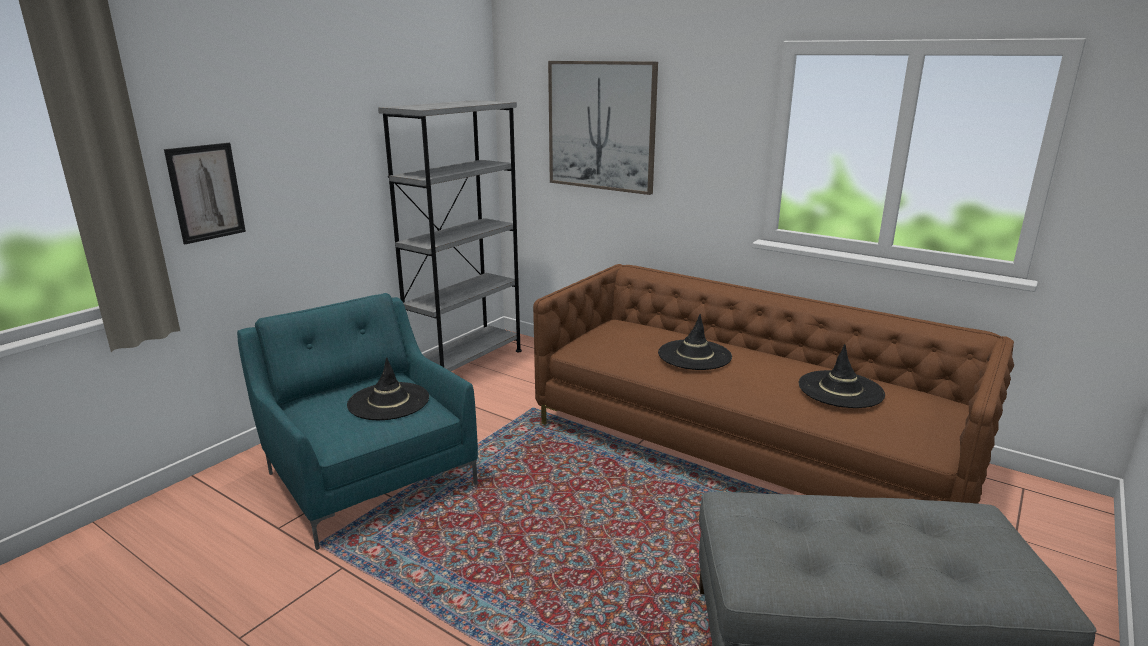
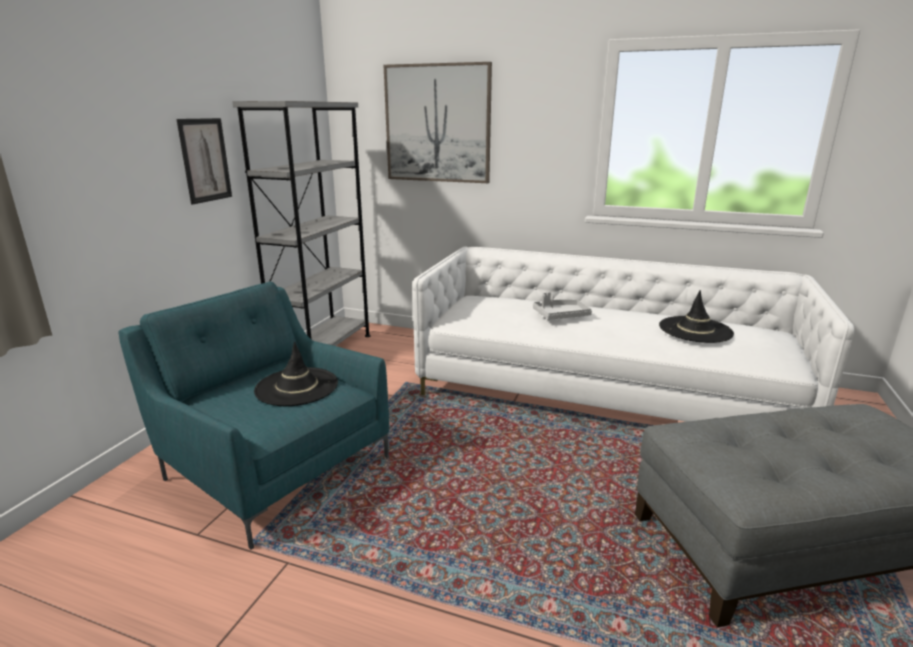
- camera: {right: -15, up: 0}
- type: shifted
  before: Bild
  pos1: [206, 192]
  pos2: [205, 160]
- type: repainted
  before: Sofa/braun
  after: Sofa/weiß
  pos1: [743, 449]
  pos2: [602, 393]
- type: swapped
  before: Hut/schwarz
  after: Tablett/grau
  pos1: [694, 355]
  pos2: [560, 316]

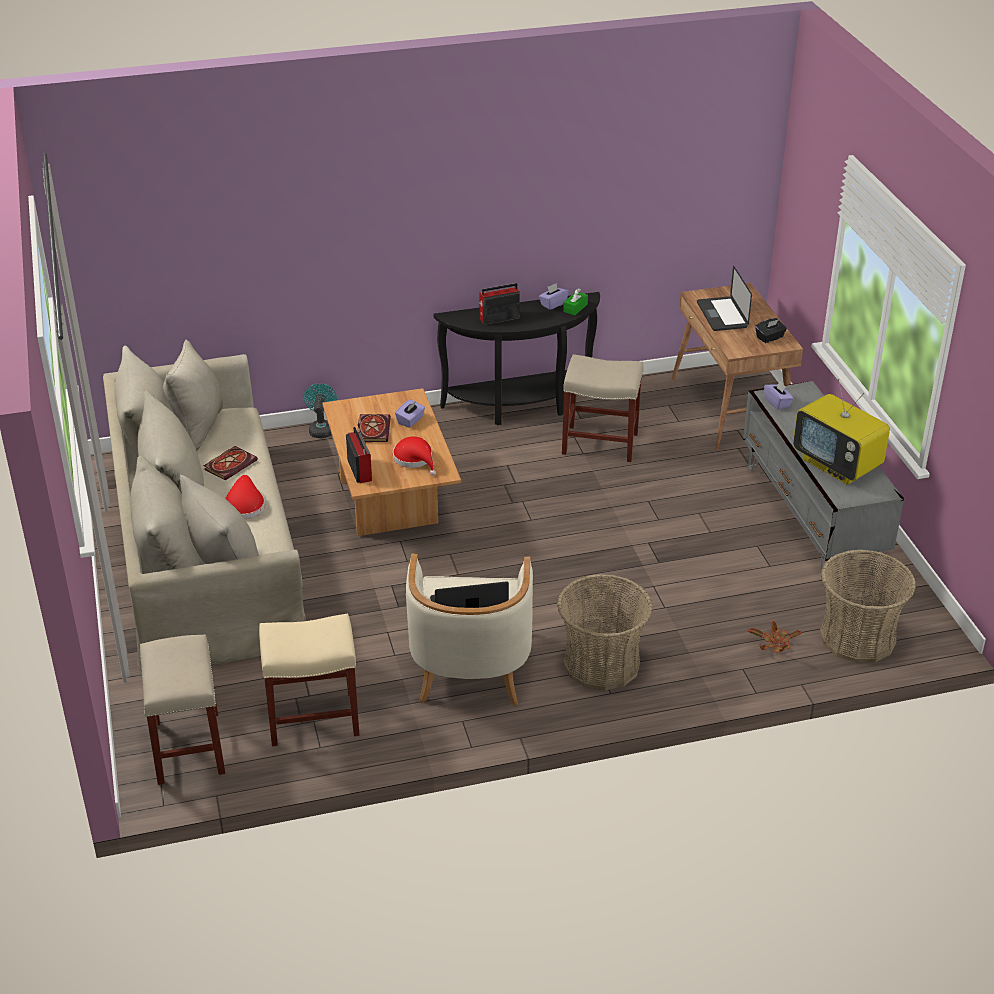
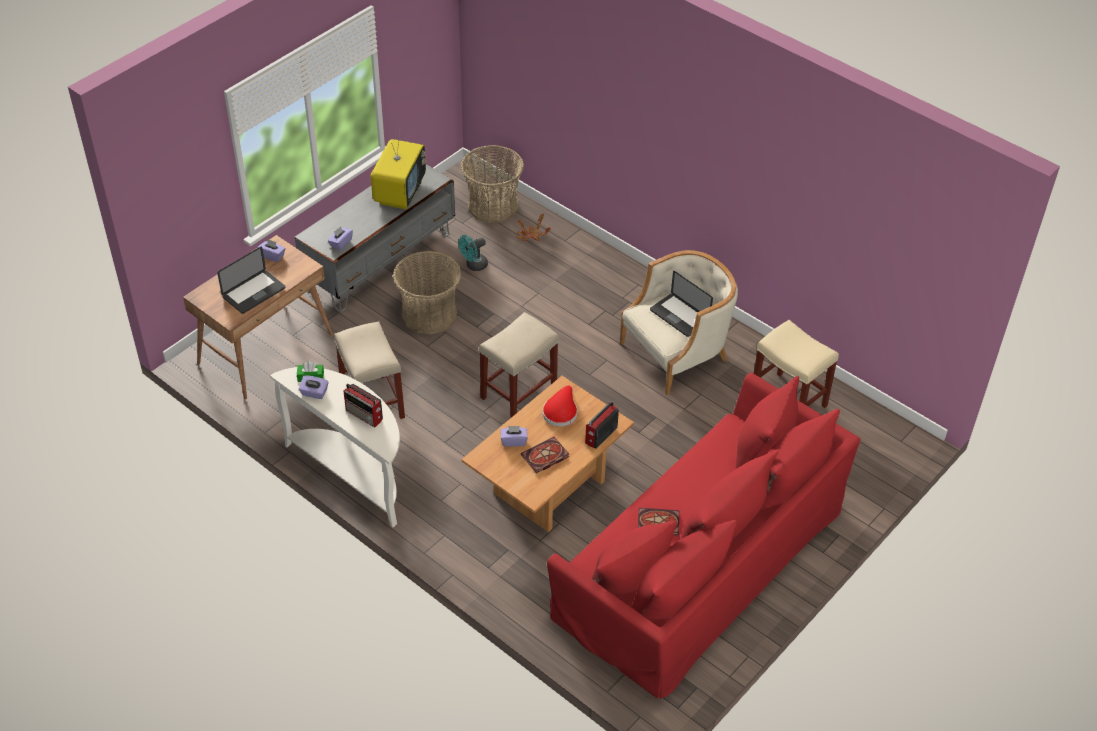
- camera: {right: -125, up: 10}
- type: repainted
  before: Konsolentisch/schwarz
  after: Konsolentisch/weiß
  pos1: [522, 406]
  pos2: [353, 474]
- type: repainted
  before: Taschentuchbox/schwarz
  after: Taschentuchbox/lila
  pos1: [770, 338]
  pos2: [272, 256]
- type: repainted
  before: Sofa/beige
  after: Sofa/rot
  pos1: [207, 550]
  pos2: [699, 560]
- type: shifted
  before: Ventilator/türkis
  pos1: [321, 429]
  pos2: [474, 266]
- type: gone
  before: Hut/rot
  pos1: [244, 505]
- type: shifted
  before: Korb
  pos1: [601, 664]
  pos2: [429, 314]
- type: shifted
  before: Hocker/beige
  pos1: [189, 749]
  pos2: [519, 392]

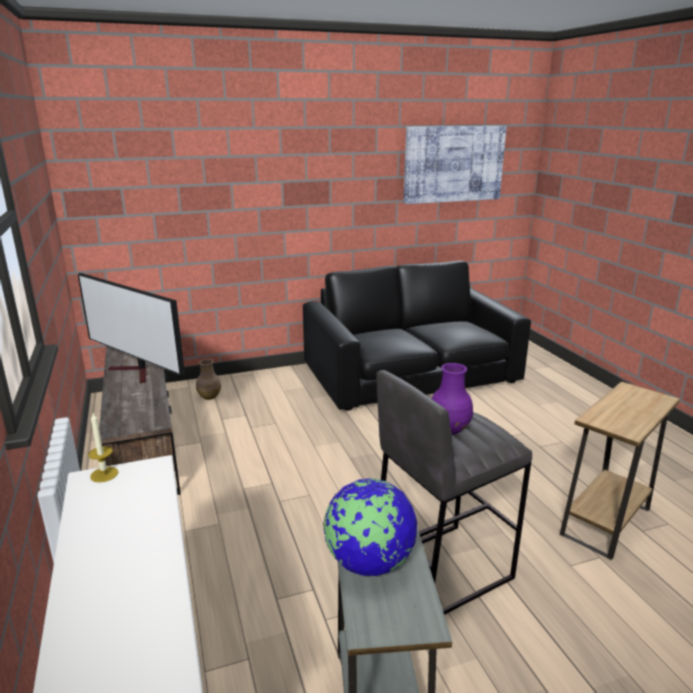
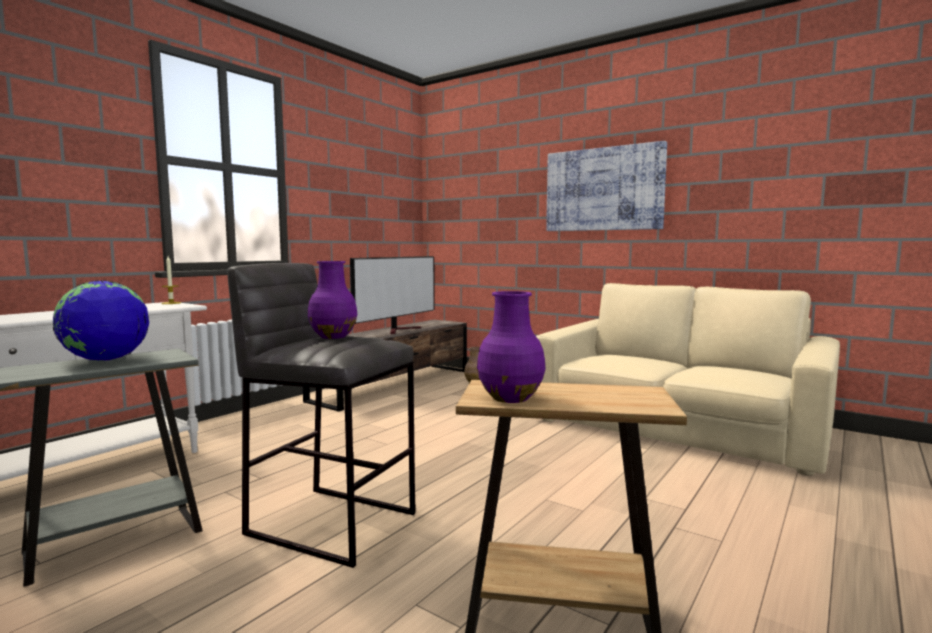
- camera: {right: 55, up: -15}
- type: shifted
  before: Bild
  pos1: [453, 164]
  pos2: [604, 189]
- type: repainted
  before: Sofa/schwarz
  after: Sofa/beige
  pos1: [411, 374]
  pos2: [678, 425]
- type: rotated
  before: Fernseher
  pos1: [136, 372]
  pos2: [400, 330]
  turn: -150
- type: new
  after: Vase/lila
  pos2: [510, 397]

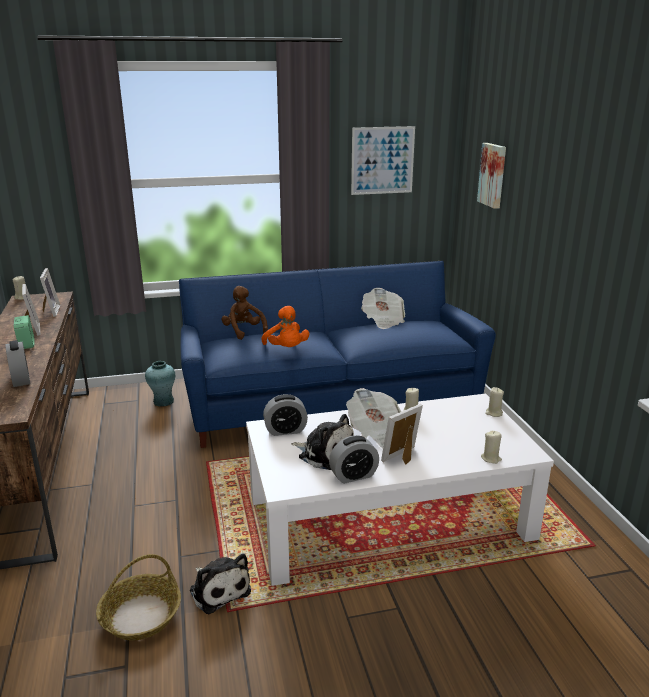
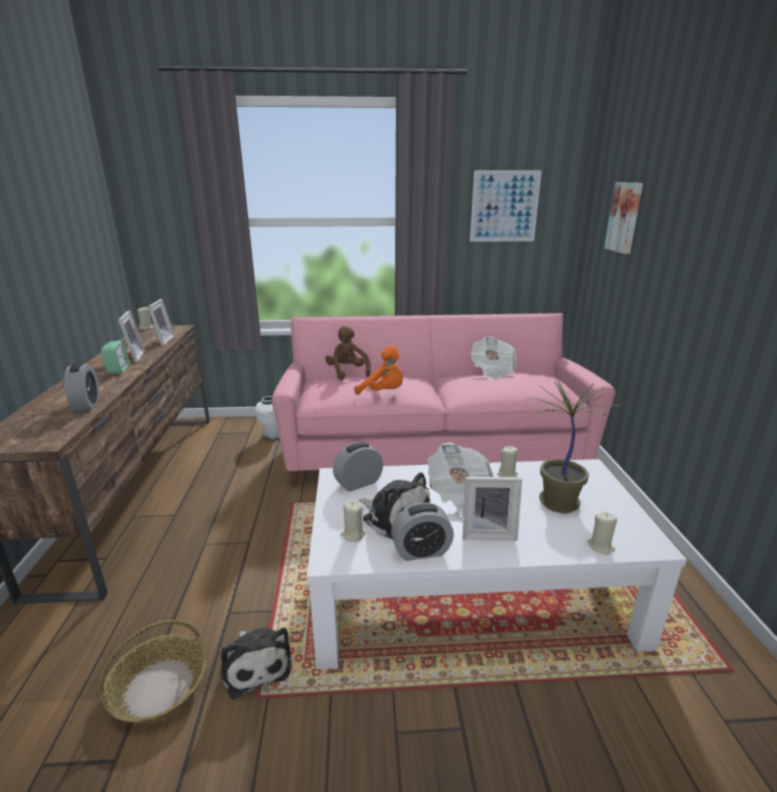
- camera: {right: 10, up: 0}
- type: repainted
  before: Sofa/blau
  after: Sofa/rosa
  pos1: [330, 401]
  pos2: [432, 449]
- type: rotated
  before: Plüschtier/orange
  pos1: [286, 349]
  pos2: [383, 393]
  turn: -45
- type: repainted
  before: Vase/türkis
  after: Vase/weiß
  pos1: [163, 402]
  pos2: [272, 436]
- type: shifted
  before: Kerze/beige
  pos1: [494, 413]
  pos2: [353, 534]
- type: rotated
  before: Wecker
  pos1: [285, 430]
  pos2: [358, 483]
  turn: 150
- type: rotated
  before: Bilderrahmen
  pos1: [403, 457]
  pos2: [488, 533]
  turn: -150
- type: new
  after: Topfpflanze
  pos2: [557, 503]

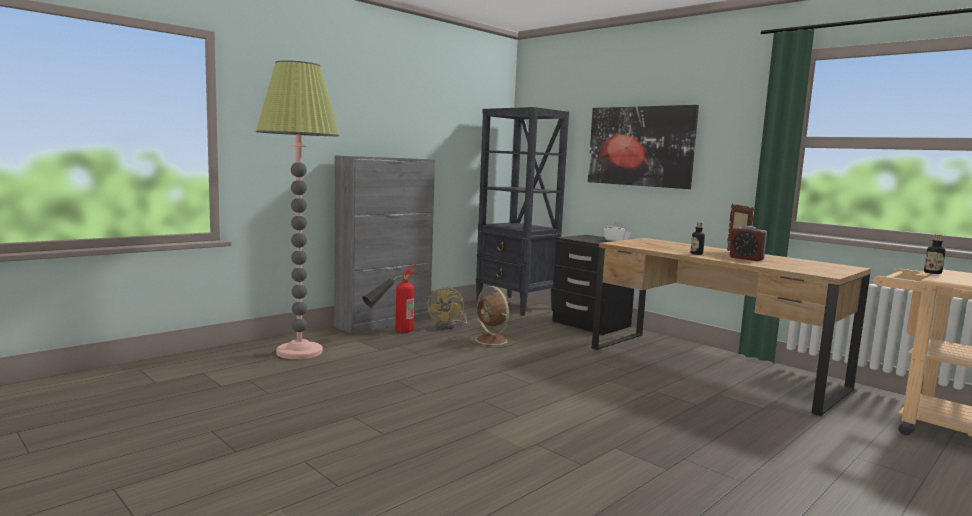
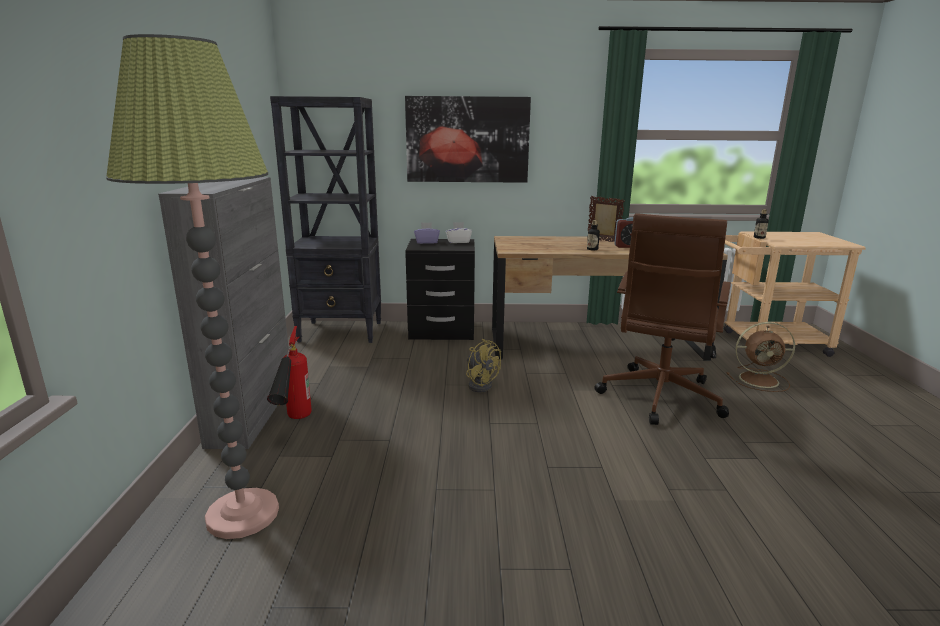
- camera: {right: -45, up: 10}
- type: shifted
  before: Ventilator/gelb
  pos1: [449, 326]
  pos2: [480, 384]
- type: shifted
  before: Ventilator/braun
  pos1: [492, 341]
  pos2: [760, 380]
- type: new
  after: Bürostuhl/braun
  pos2: [659, 398]
- type: new
  after: Taschentuchbox/lila
  pos2: [426, 242]

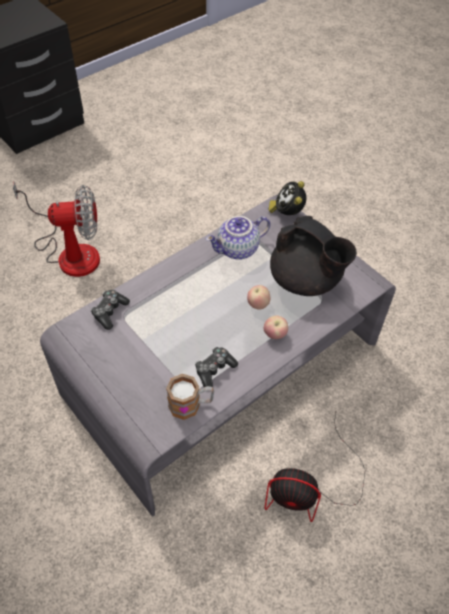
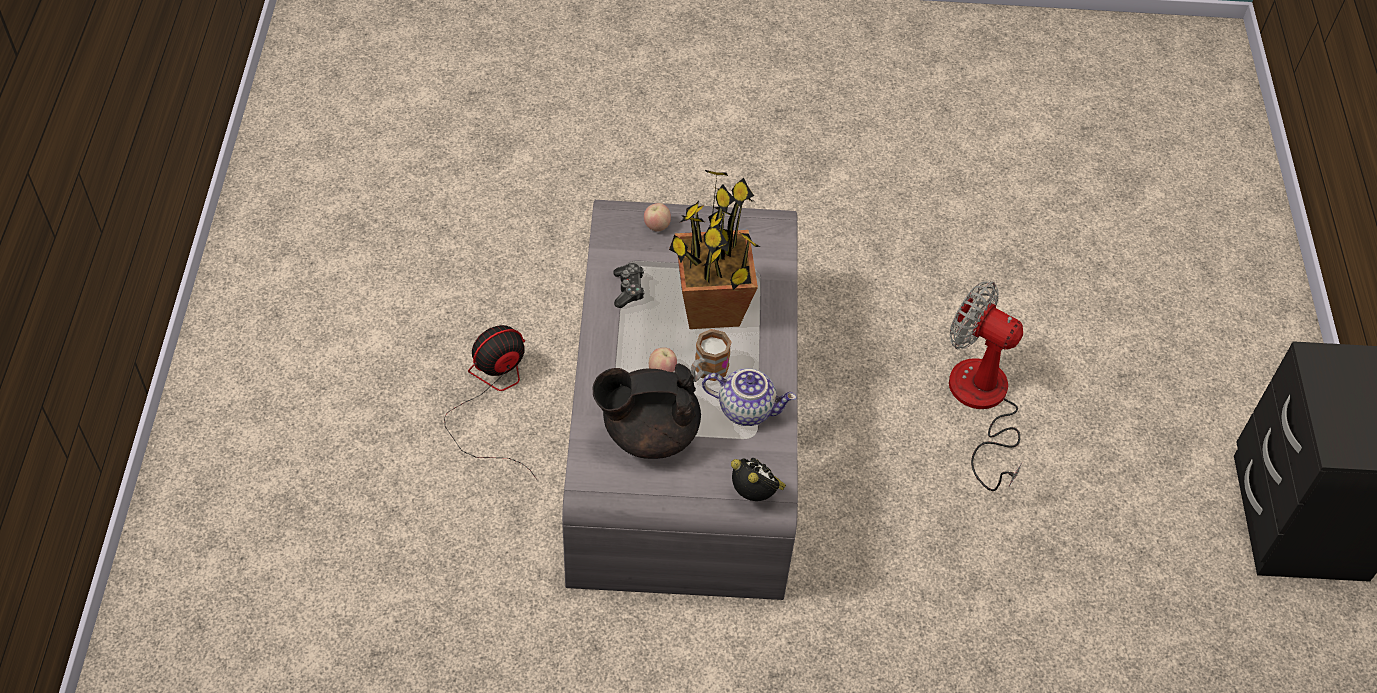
- camera: {right: 130, up: 0}
- type: rotated
  before: Ventilator
  pos1: [70, 252]
  pos2: [981, 404]
  turn: 90
- type: rotated
  before: Teekanne
  pos1: [238, 250]
  pos2: [747, 408]
  turn: 90
- type: gone
  before: Gamepad
  pos1: [110, 312]
- type: shifted
  before: Apfel
  pos1: [274, 334]
  pos2: [657, 226]
- type: shifted
  before: Henkelbecher
  pos1: [191, 405]
  pos2: [706, 371]
- type: new
  after: Topfpflanze
  pos2: [712, 309]

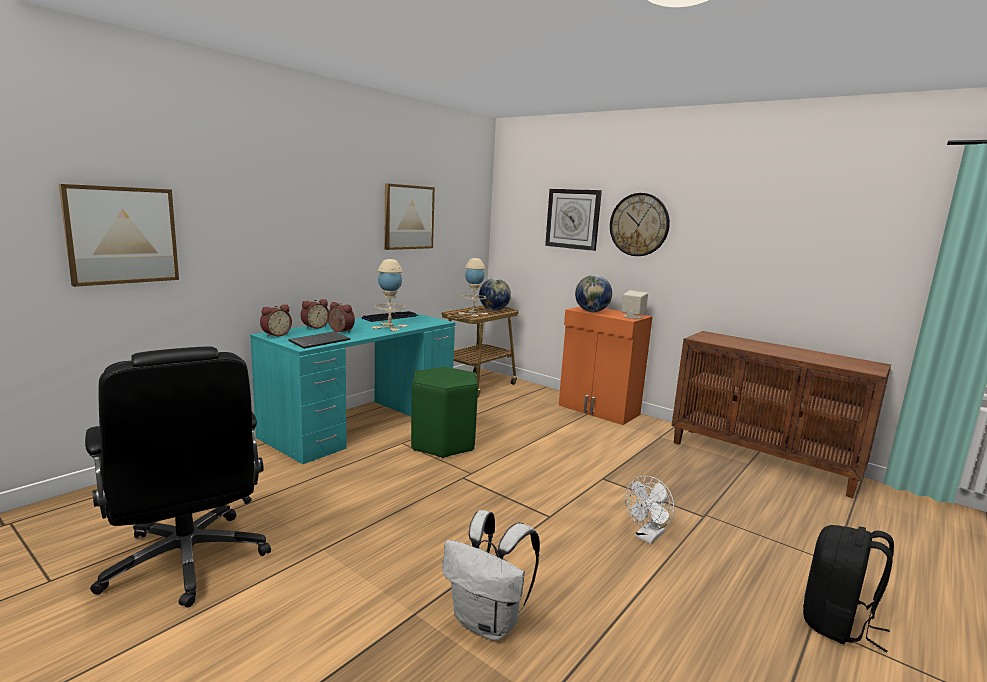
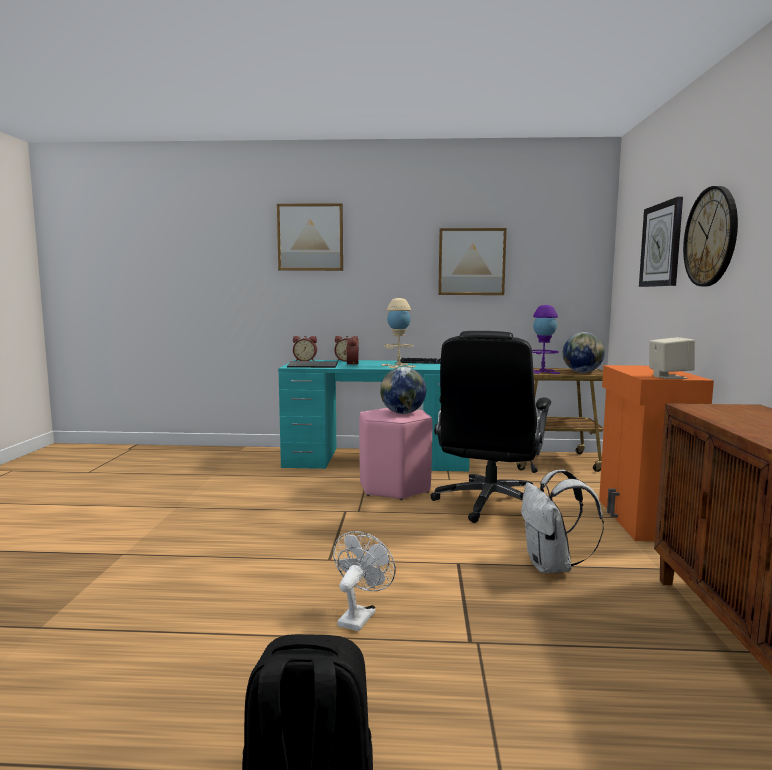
- camera: {right: 55, up: -5}
- type: shifted
  before: Bild
  pos1: [122, 235]
  pos2: [310, 237]
- type: repainted
  before: Tischlampe/beige
  after: Tischlampe/lila
  pos1: [473, 313]
  pos2: [542, 372]
- type: shifted
  before: Globus
  pos1: [592, 311]
  pos2: [403, 413]
- type: shifted
  before: Bürostuhl/schwarz
  pos1: [187, 561]
  pos2: [489, 504]
- type: repainted
  before: Hocker/grün
  after: Hocker/rosa
  pos1: [442, 444]
  pos2: [393, 488]
- type: rotated
  before: Ventilator/weiß
  pos1: [647, 537]
  pos2: [359, 615]
  turn: 105
- type: shifted
  before: Rucksack/weiß
  pos1: [488, 622]
  pos2: [552, 567]

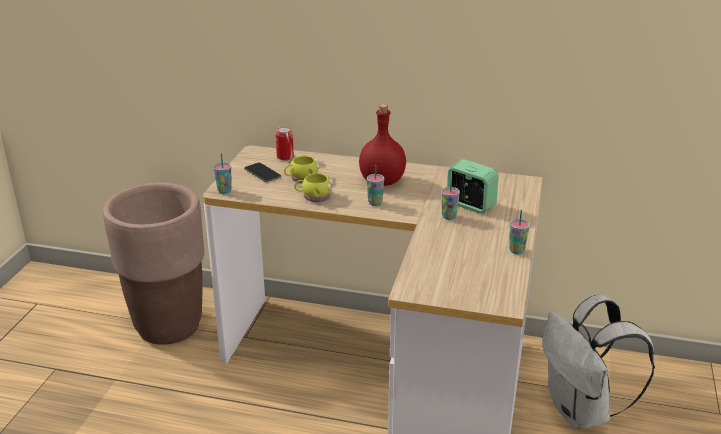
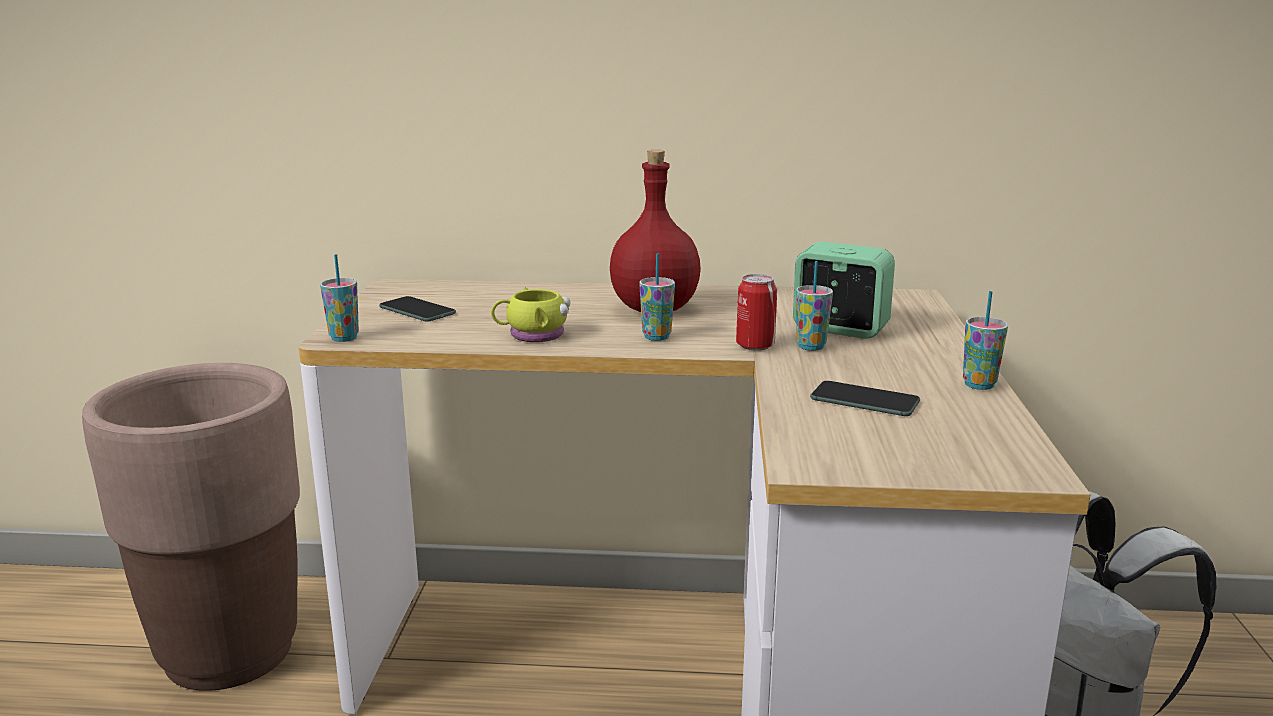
- camera: {right: -10, up: -10}
- type: shifted
  before: Dose
  pos1: [285, 157]
  pos2: [755, 345]
- type: gone
  before: Henkelbecher/gelb
  pos1: [302, 178]
- type: new
  after: Handy
  pos2: [864, 400]

